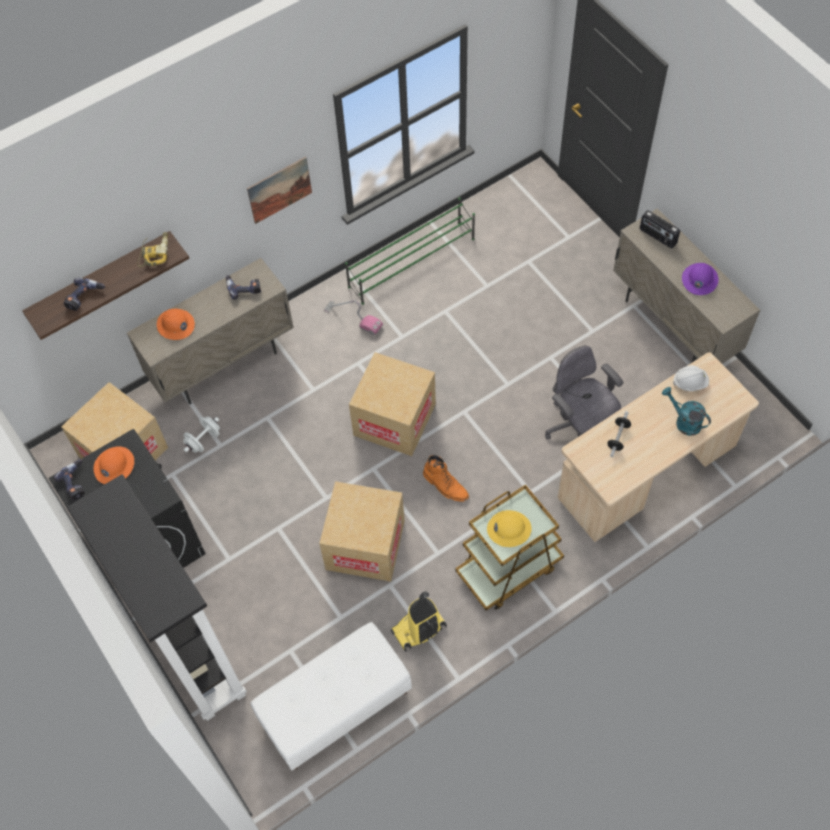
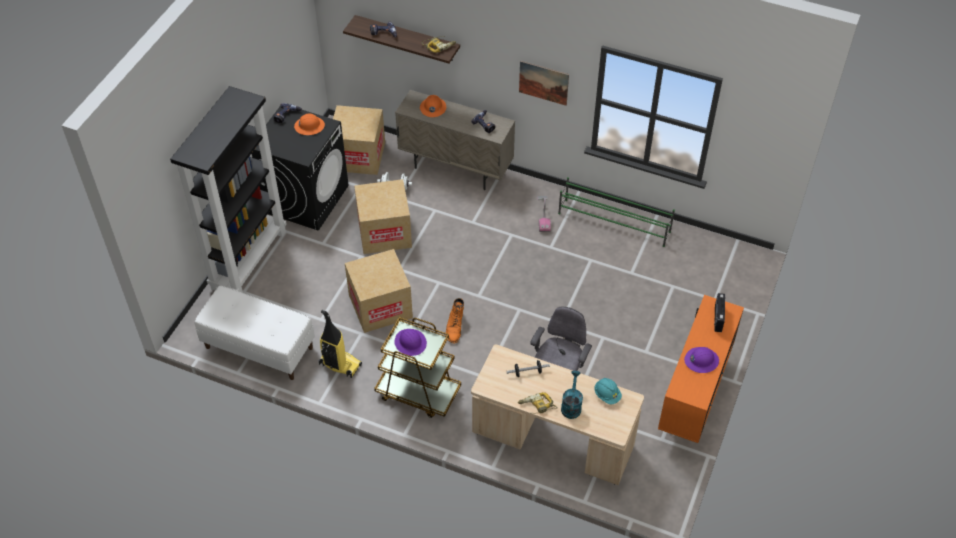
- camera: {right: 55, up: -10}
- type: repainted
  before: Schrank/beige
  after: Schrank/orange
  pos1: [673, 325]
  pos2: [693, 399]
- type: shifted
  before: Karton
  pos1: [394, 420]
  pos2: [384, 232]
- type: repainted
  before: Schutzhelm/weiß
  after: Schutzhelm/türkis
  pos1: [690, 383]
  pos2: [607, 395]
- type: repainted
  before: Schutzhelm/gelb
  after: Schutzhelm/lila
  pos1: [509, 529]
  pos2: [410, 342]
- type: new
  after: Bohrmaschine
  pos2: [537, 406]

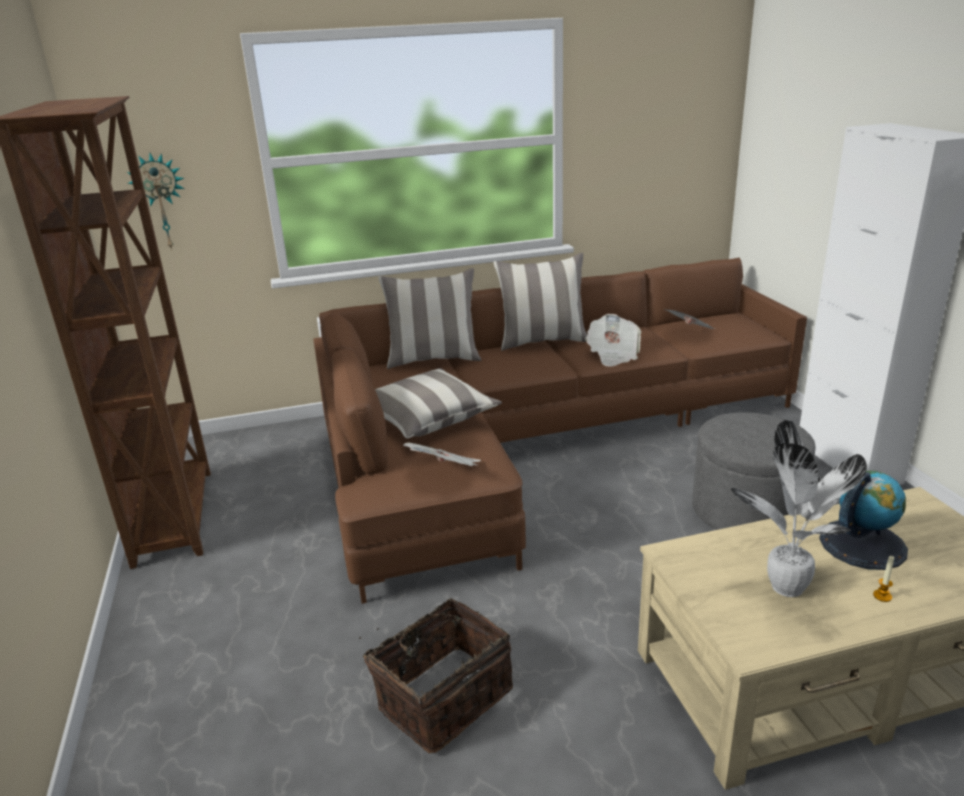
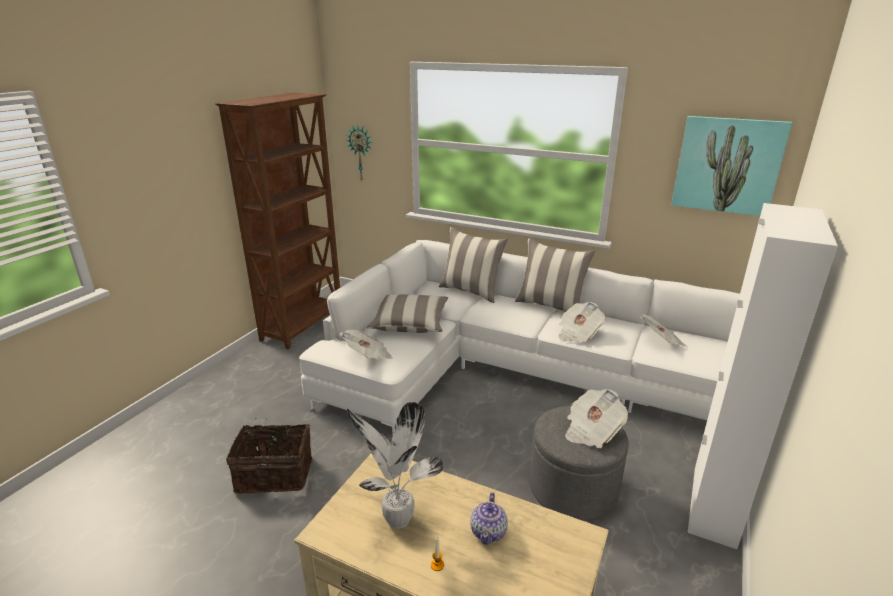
- camera: {right: 40, up: 0}
- type: repainted
  before: Sofa/braun
  after: Sofa/weiß
  pos1: [530, 443]
  pos2: [508, 371]
- type: swapped
  before: Globus
  after: Teekanne
  pos1: [862, 544]
  pos2: [489, 531]
- type: new
  after: Bild
  pos2: [727, 165]
- type: new
  after: Zeitung
  pos2: [591, 431]

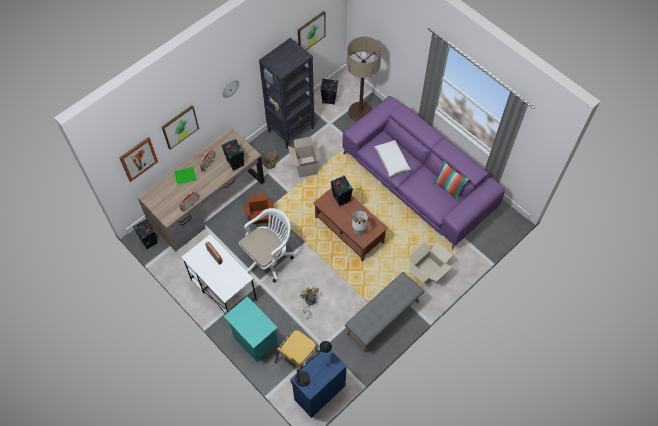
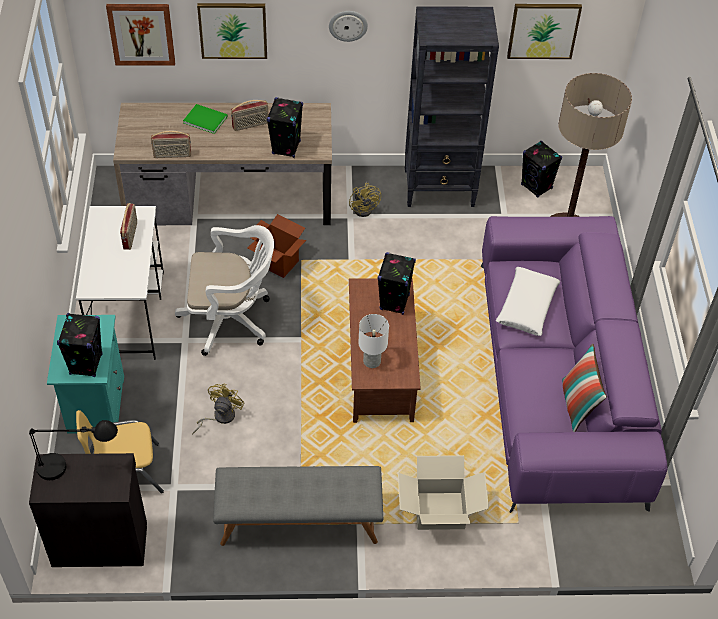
- camera: {right: 40, up: -10}
- type: gone
  before: Karton
  pos1: [305, 166]
- type: shifted
  before: Lautsprecher/schwarz
  pos1: [149, 241]
  pos2: [86, 364]
- type: repainted
  before: Schrank/blau
  after: Schrank/schwarz
  pos1: [319, 392]
  pos2: [99, 543]

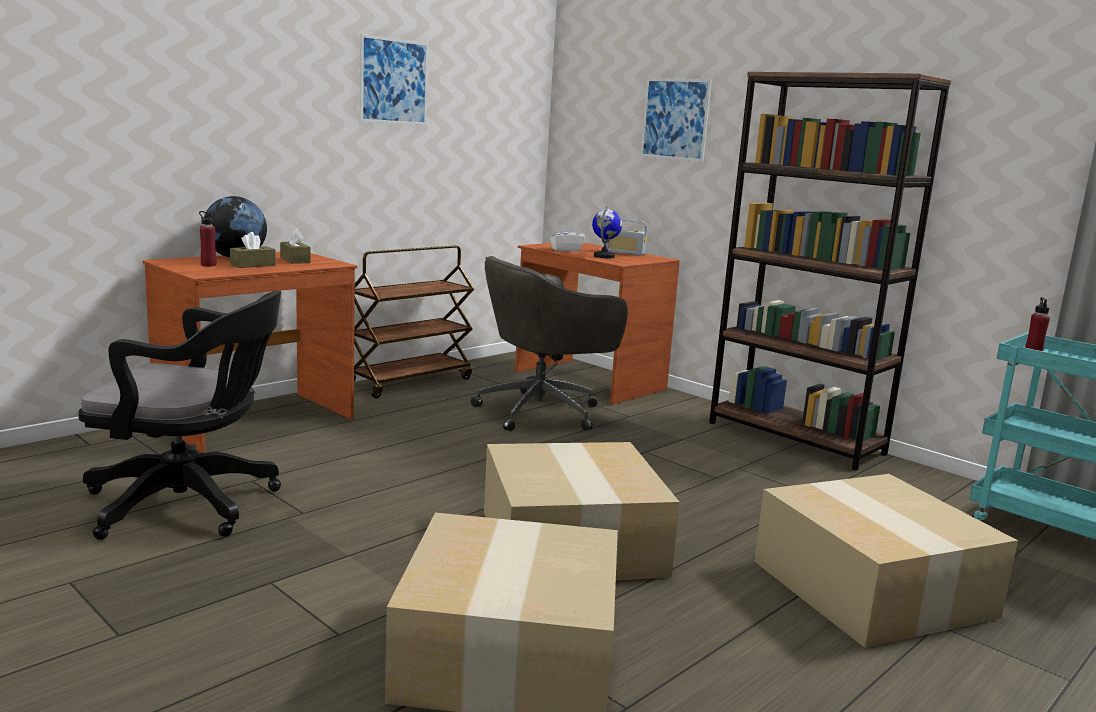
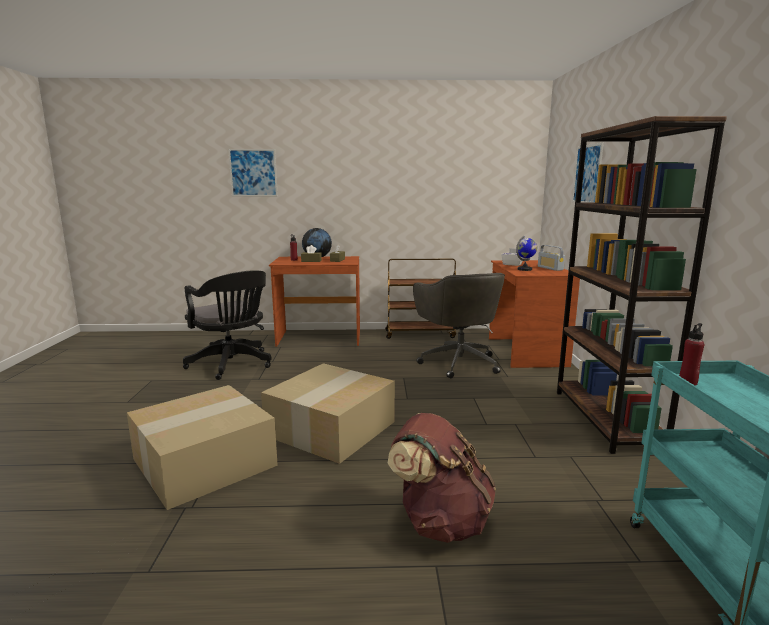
- camera: {right: 45, up: 0}
- type: shifted
  before: Bild
  pos1: [394, 81]
  pos2: [253, 172]
- type: rotated
  before: Bürostuhl/grau
  pos1: [542, 412]
  pos2: [458, 362]
  turn: -120
- type: swapped
  before: Karton
  after: Rucksack/braun
  pos1: [867, 587]
  pos2: [440, 521]

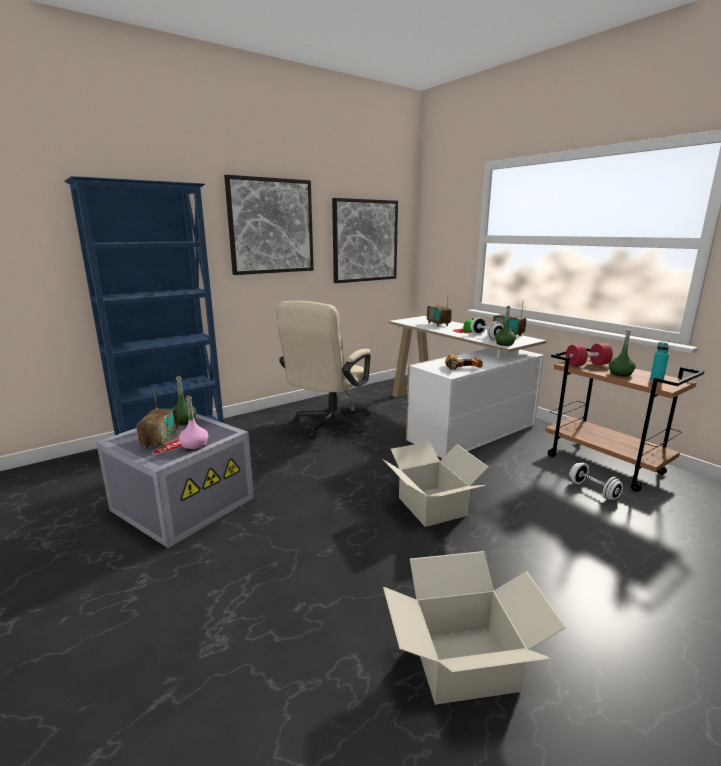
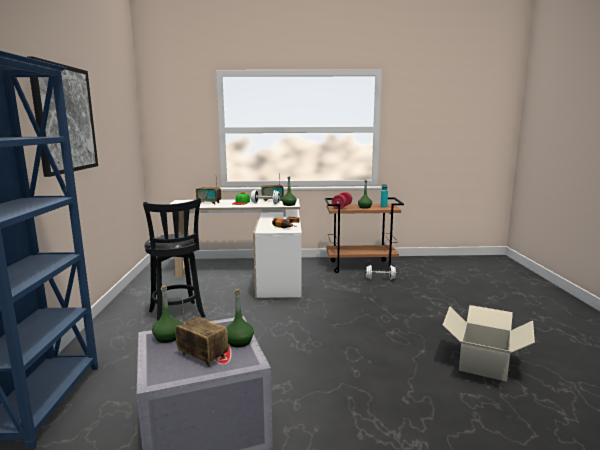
- camera: {right: -55, up: -5}
- type: gone
  before: Bild
  pos1: [365, 241]
- type: swapped
  before: Bürostuhl/beige
  after: Hocker/schwarz
  pos1: [328, 425]
  pos2: [177, 315]
- type: repainted
  before: Flasche/rosa
  after: Flasche/grün
  pos1: [194, 446]
  pos2: [239, 342]
- type: gone
  before: Karton
  pos1: [431, 506]

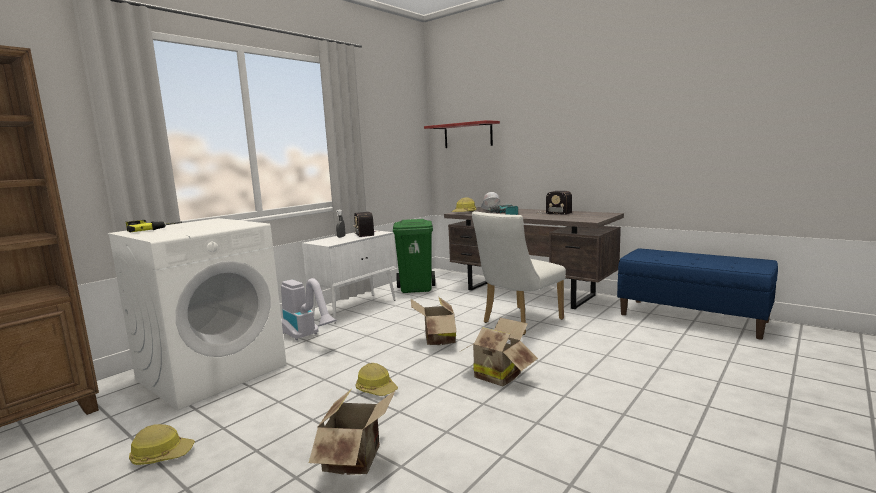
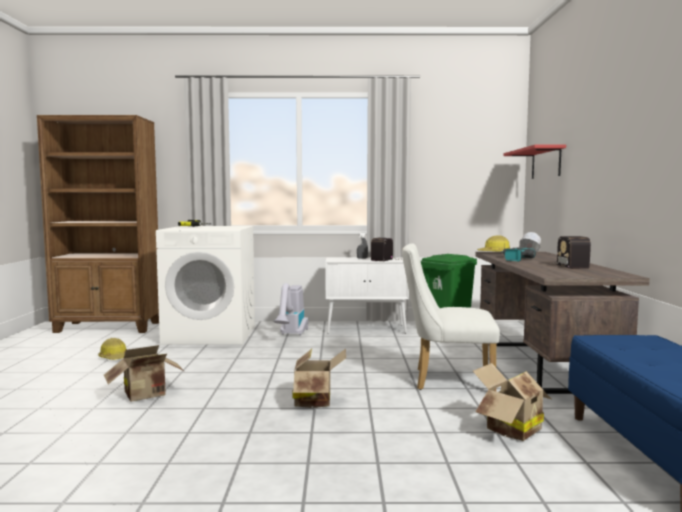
- camera: {right: 50, up: -5}
- type: shifted
  before: Karton
  pos1: [437, 340]
  pos2: [509, 429]
- type: gone
  before: Schutzhelm
  pos1: [376, 389]

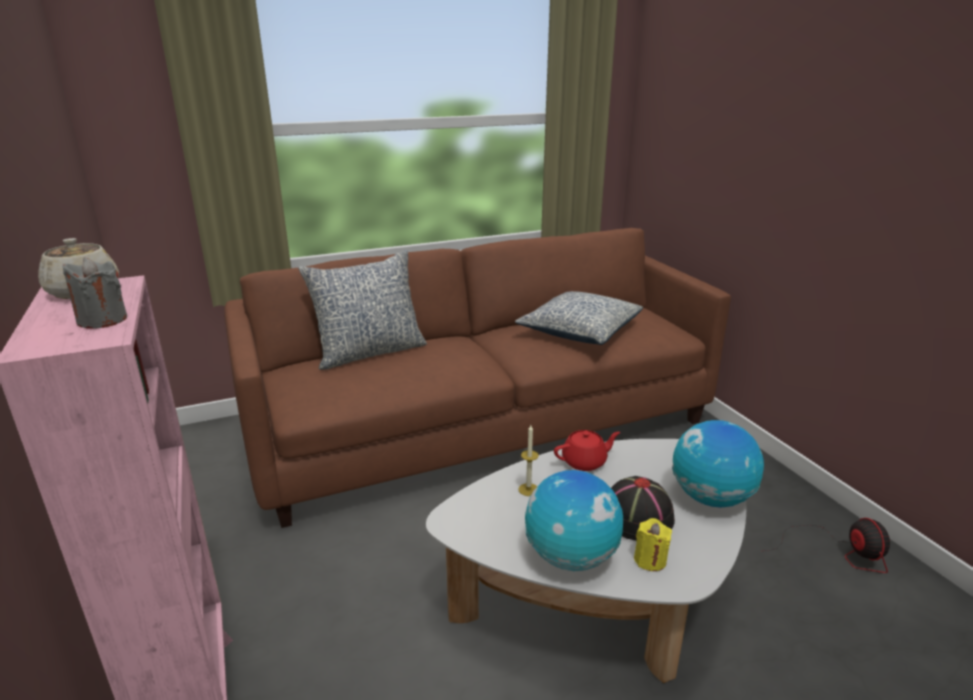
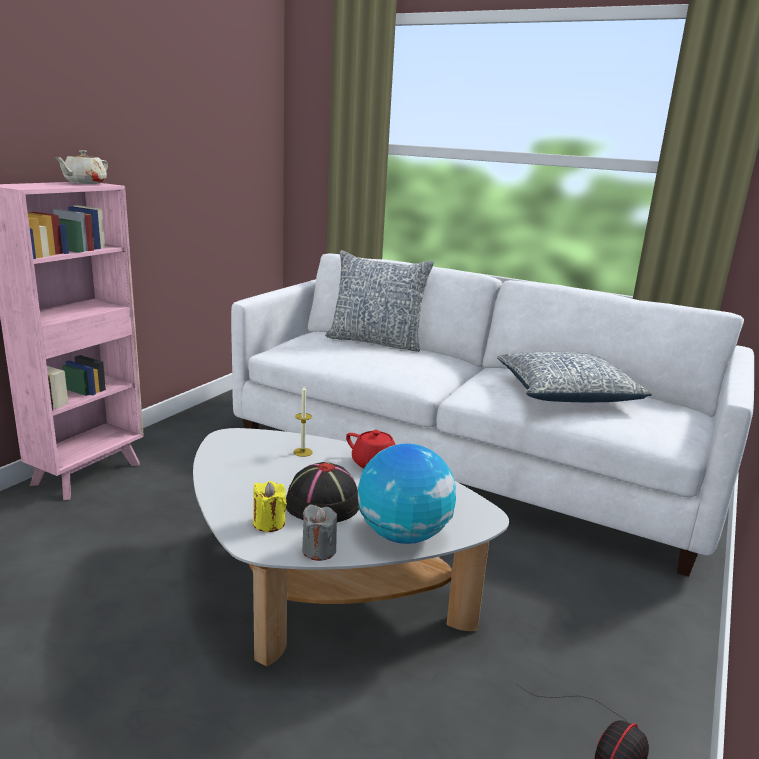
- camera: {right: 50, up: -5}
- type: repainted
  before: Sofa/braun
  after: Sofa/weiß
  pos1: [482, 426]
  pos2: [465, 462]
- type: shifted
  before: Kerze/grau
  pos1: [102, 320]
  pos2: [319, 550]
- type: gone
  before: Globus
  pos1: [571, 557]

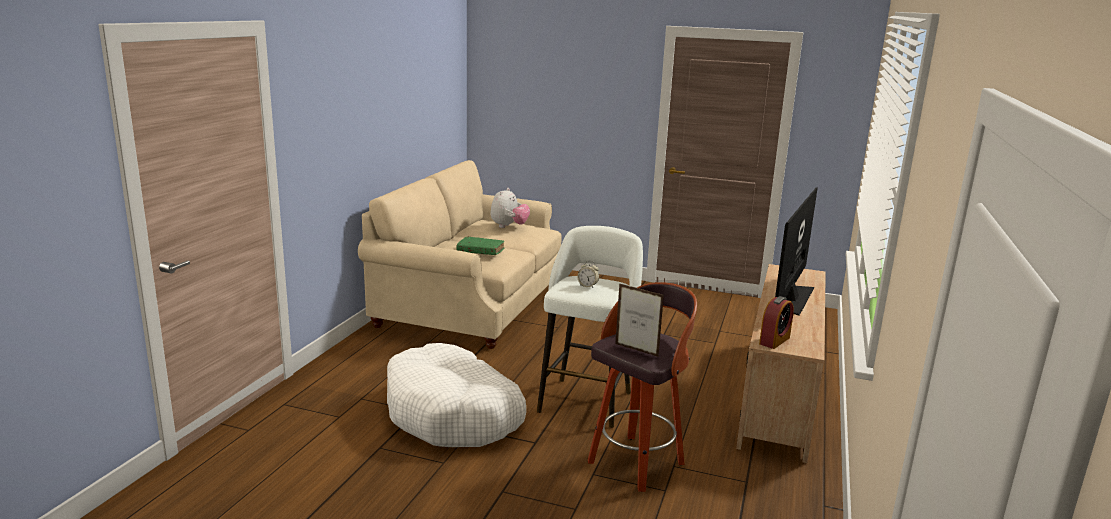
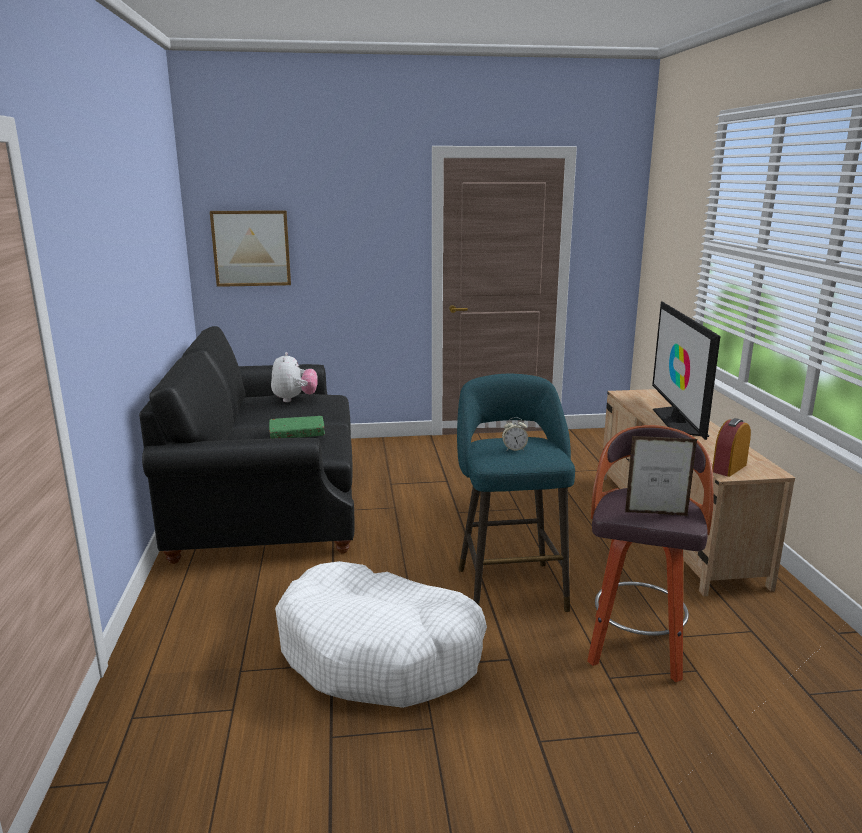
- camera: {right: -25, up: 0}
- type: repainted
  before: Sofa/beige
  after: Sofa/schwarz
  pos1: [473, 302]
  pos2: [269, 500]
- type: repainted
  before: Hocker/weiß
  after: Hocker/türkis
  pos1: [587, 399]
  pos2: [509, 585]
- type: rotated
  before: Wecker
  pos1: [774, 340]
  pos2: [729, 468]
  turn: -150
- type: new
  after: Bild
  pos2: [251, 248]

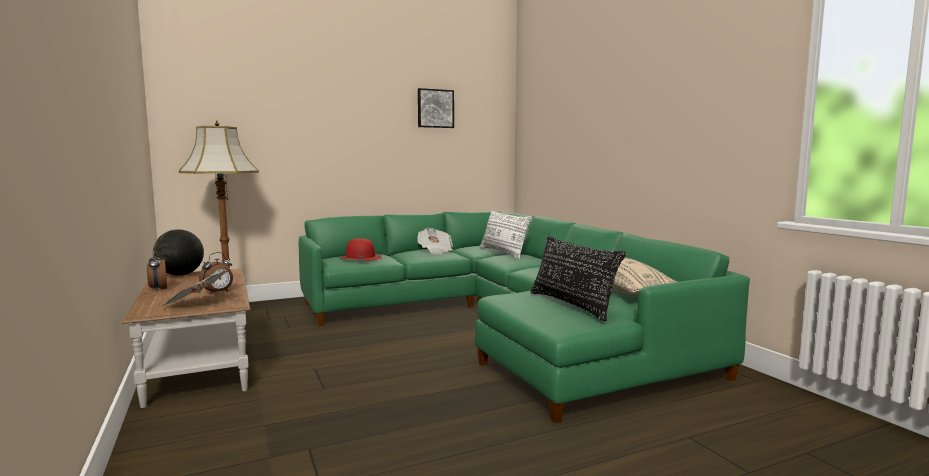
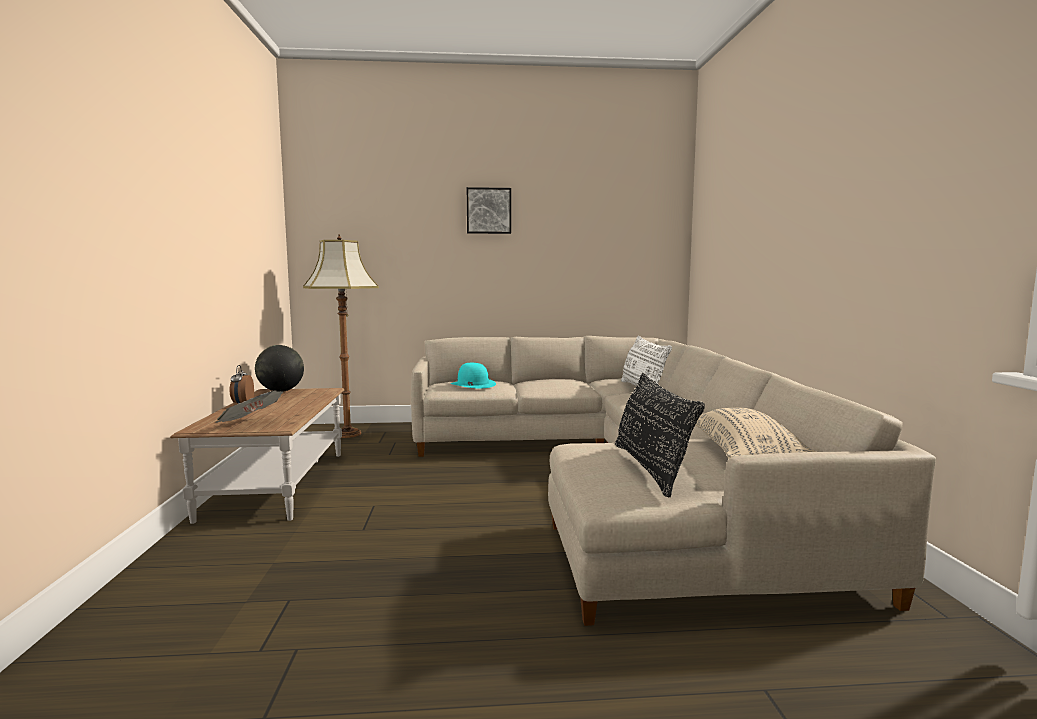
- camera: {right: 20, up: 0}
- type: shifted
  before: Bild
  pos1: [435, 108]
  pos2: [488, 211]
- type: repainted
  before: Sofa/grün
  after: Sofa/beige
  pos1: [499, 323]
  pos2: [618, 477]
- type: gone
  before: Zeitung
  pos1: [435, 251]
- type: repainted
  before: Hut/rot
  after: Hut/türkis
  pos1: [360, 257]
  pos2: [472, 384]
- type: gone
  before: Wecker
  pos1: [218, 292]

